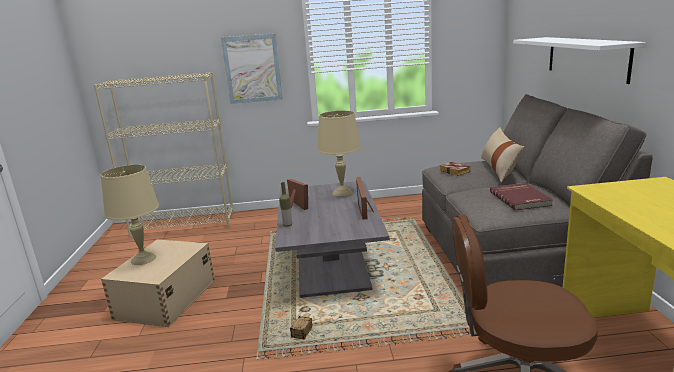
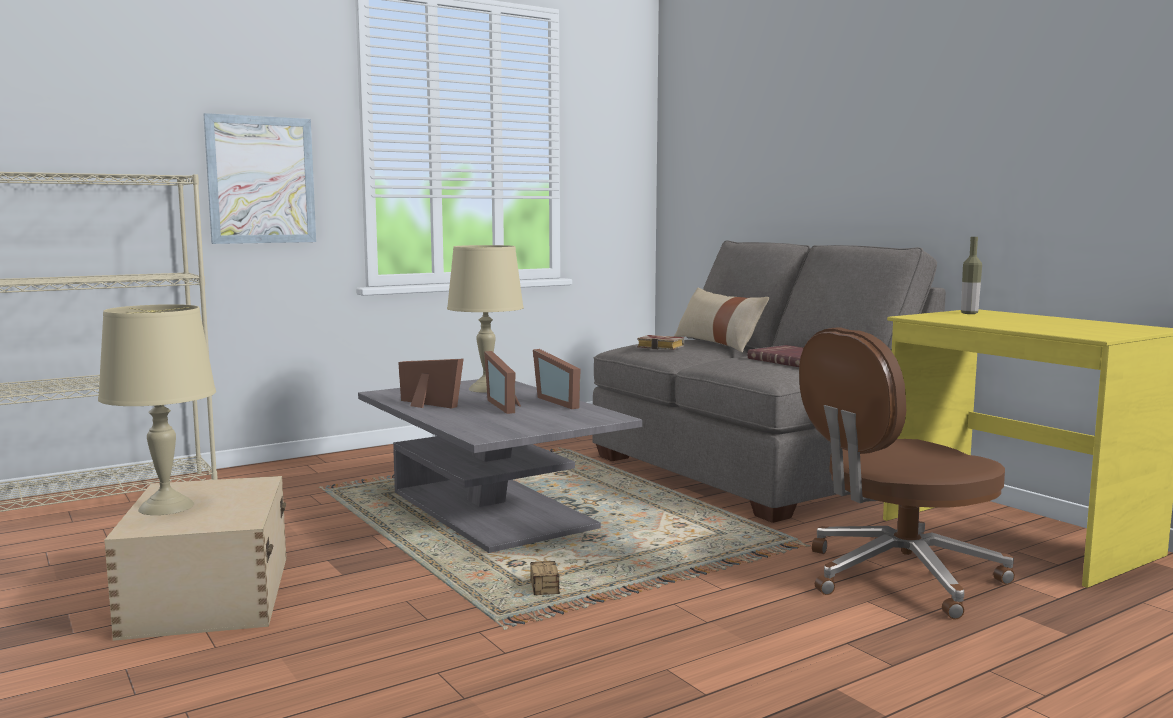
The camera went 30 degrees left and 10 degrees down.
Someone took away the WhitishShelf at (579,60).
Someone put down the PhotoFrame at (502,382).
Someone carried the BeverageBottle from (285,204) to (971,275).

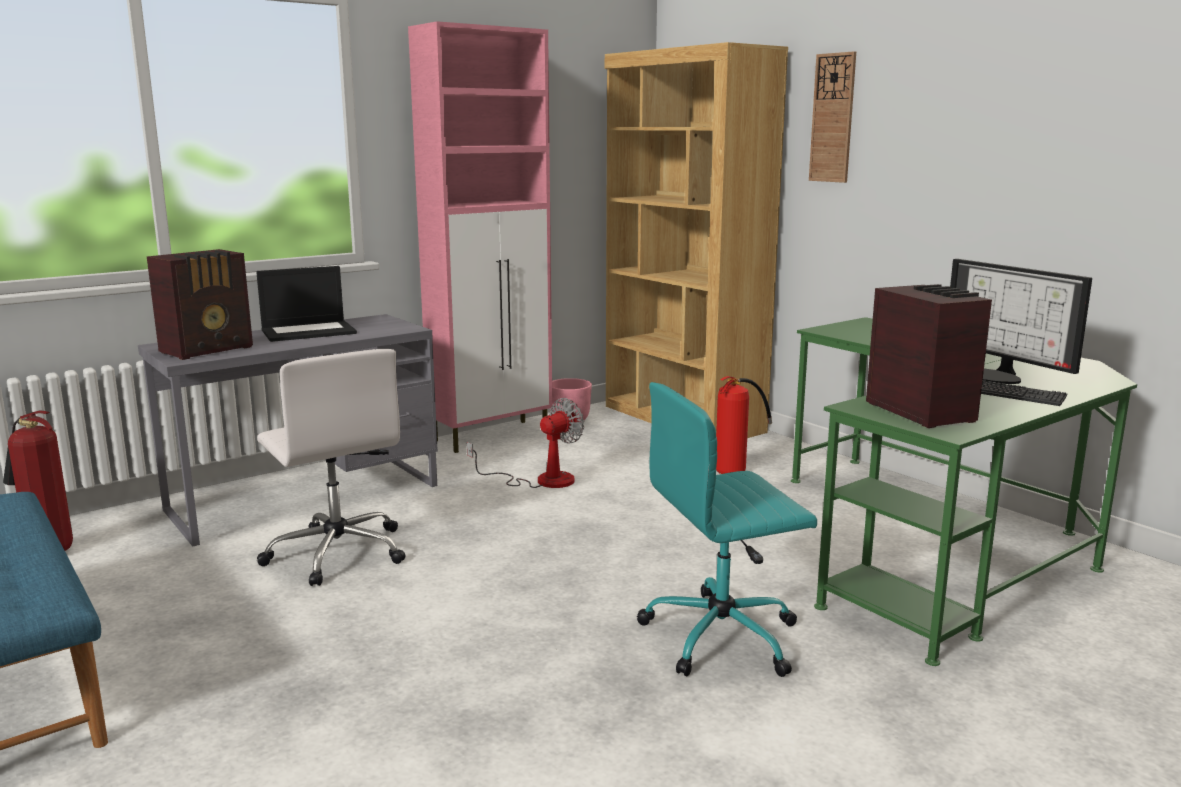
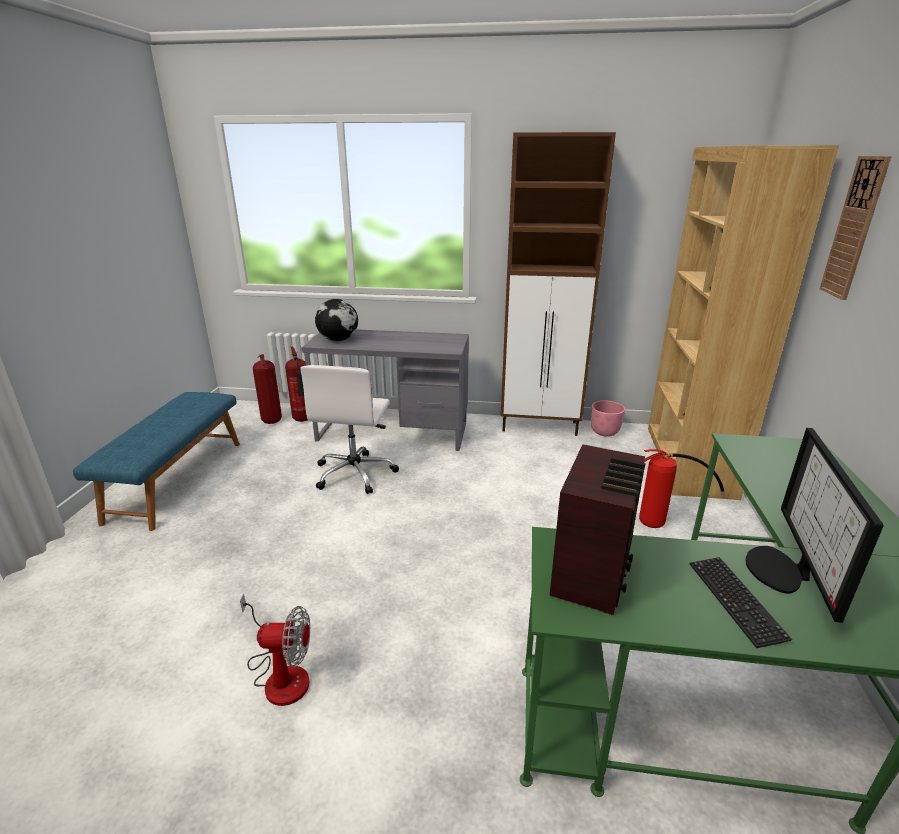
The camera went 45 degrees right and 10 degrees up.
Someone took away the NotebookComputer at (306,304).
Someone took away the BlueGreenDeskChair at (727,529).
Someone put down the FireExtinguisher at (296,384).
Someone carried the ElectricFan from (525,443) to (275,649).
Someone swapped the RadioSet at (200,304) for the Globe at (336,320).
Someone repainted the PinkCabinet at (480,237), which became the BrownishCabinet at (558,284).

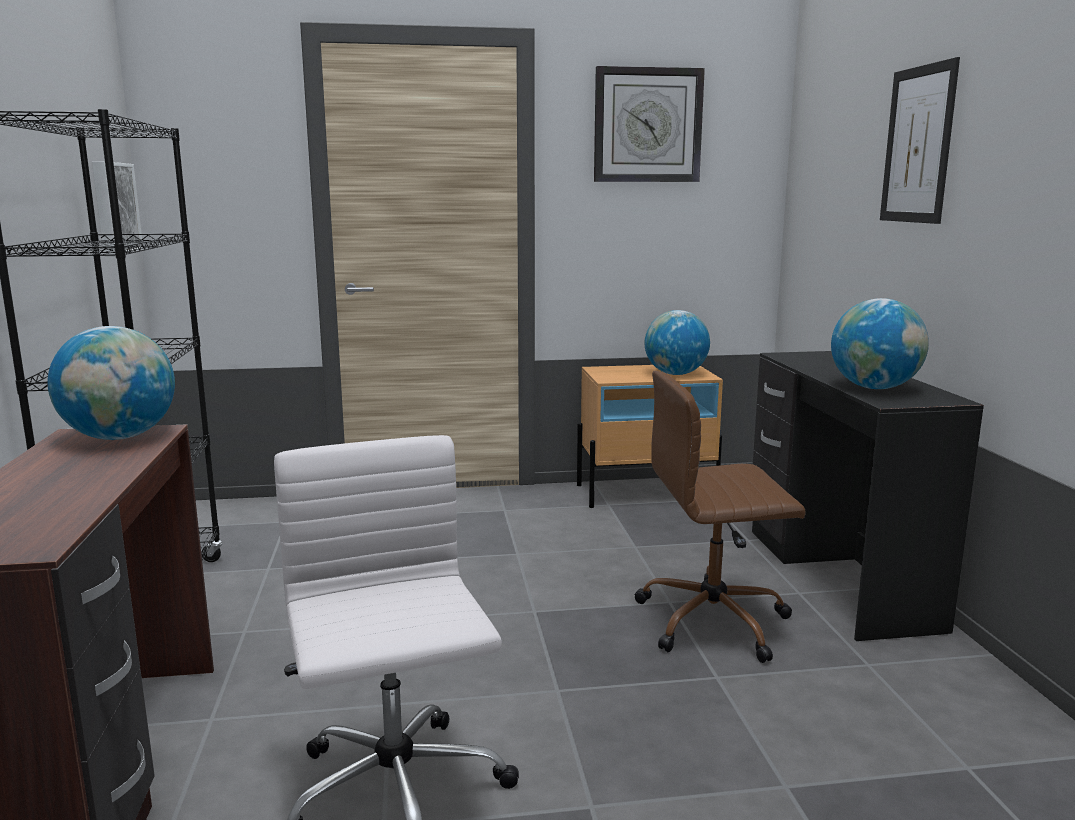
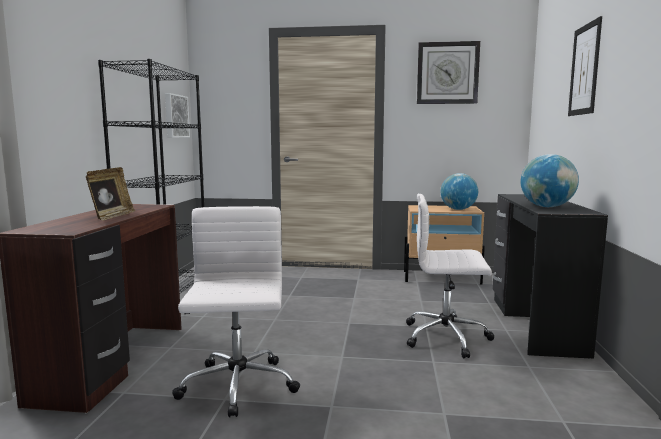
The camera went 15 degrees right and 5 degrees down.
Someone took away the Globe at (111,383).
Someone put down the PhotoFrame at (110,193).
Someone repainted the BrownishDeskChair at (720,517), which became the WhitishDeskChair at (450,276).

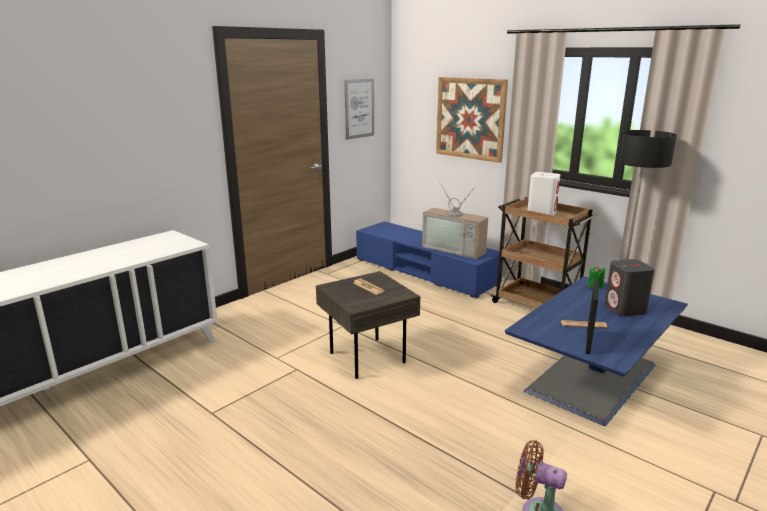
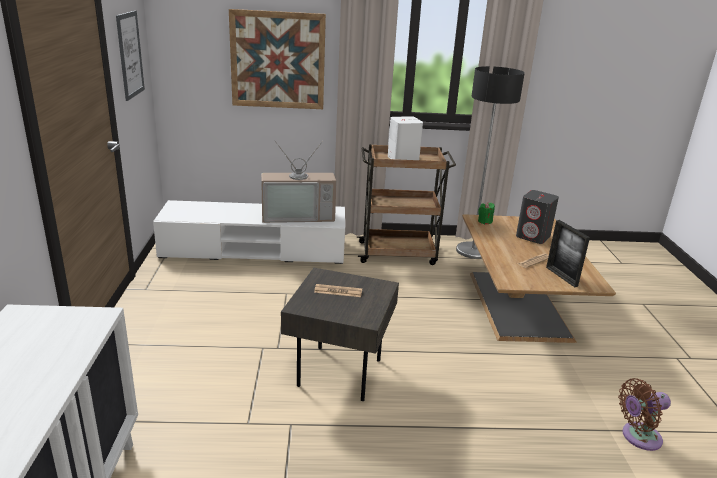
The camera went 45 degrees left and 5 degrees up.
Someone repainted the BluishMediaConsole at (429,260), which became the WhitishMediaConsole at (249,232).
Someone repainted the BluishCoffeeTable at (596,351), which became the BrownishCoffeeTable at (539,278).

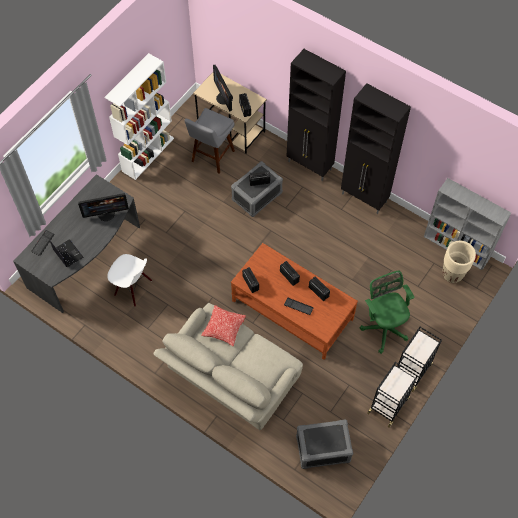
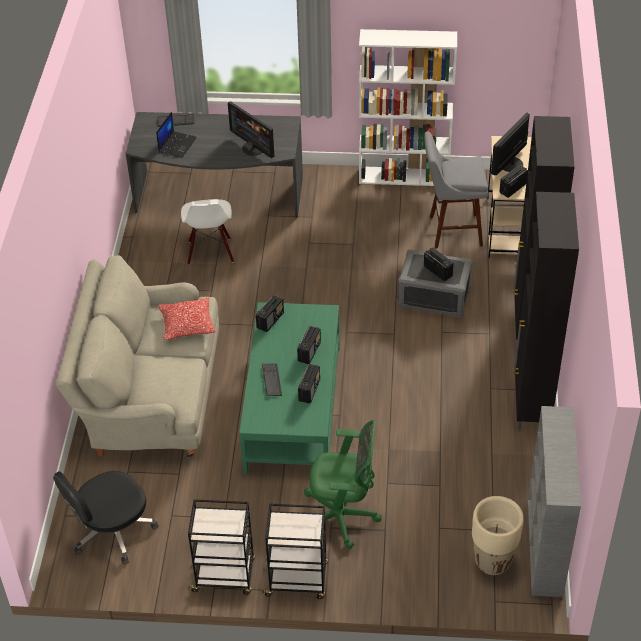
The camera went 60 degrees right and 15 degrees down.
Someone swapped the GreyStorageBin at (324,444) for the BlackishDeskChair at (105,517).
Someone repainted the BrownishCoffeeTable at (294,301), which became the GreenColouredCoffeeTable at (289,388).
Someone rotated the GreenColouredDeskChair at (387,312) by 60 degrees clockwise.

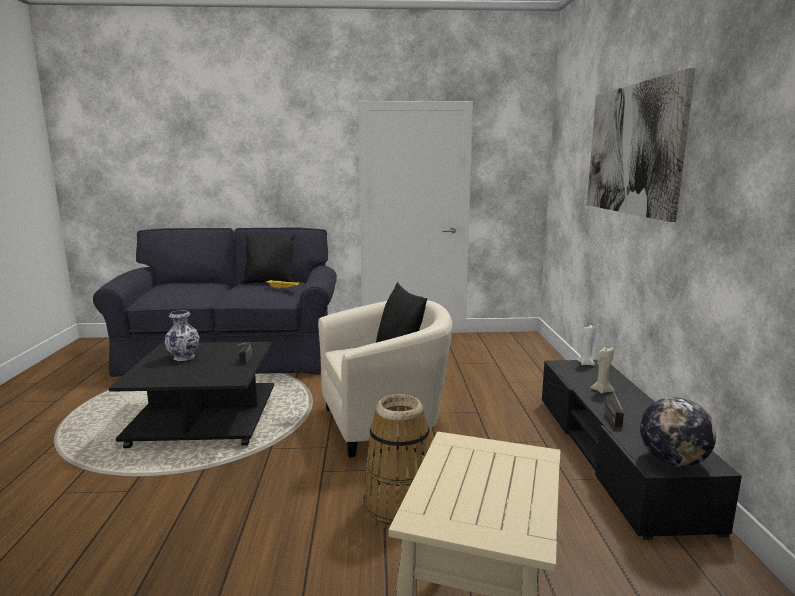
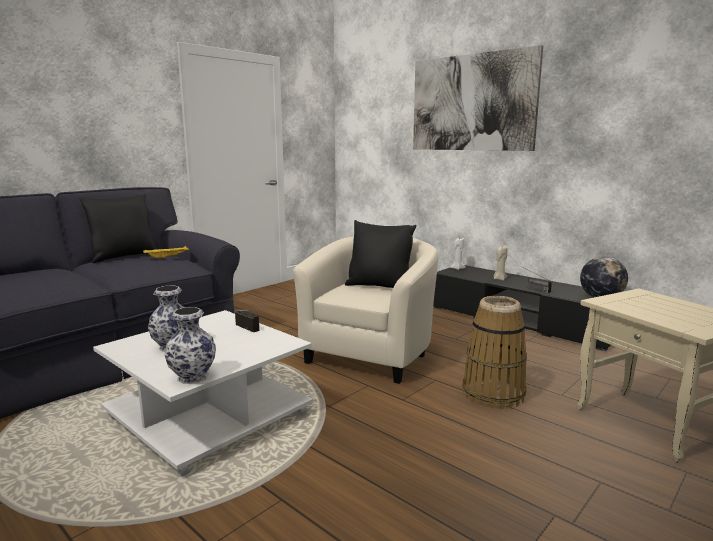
The camera went 45 degrees left and 0 degrees up.
Someone put down the Vase at (190,345).
Someone repainted the BlackishCoffeeTable at (191,395), which became the WhitishCoffeeTable at (203,393).

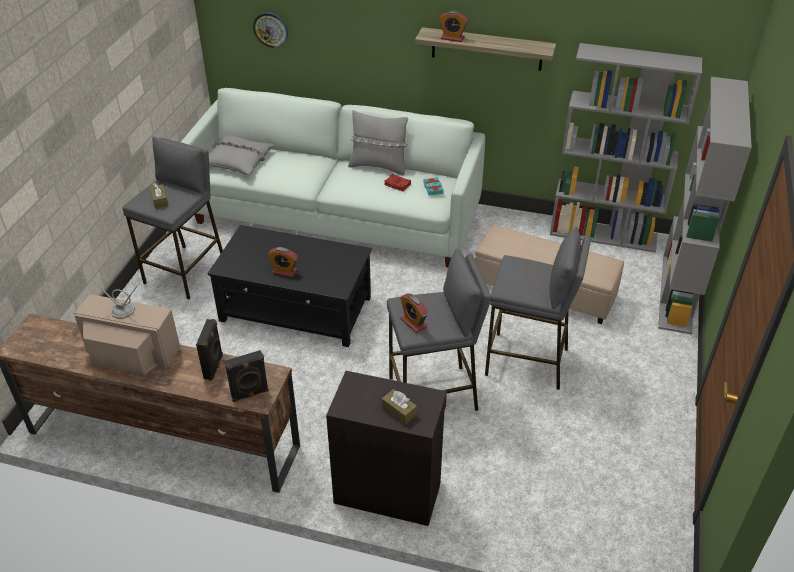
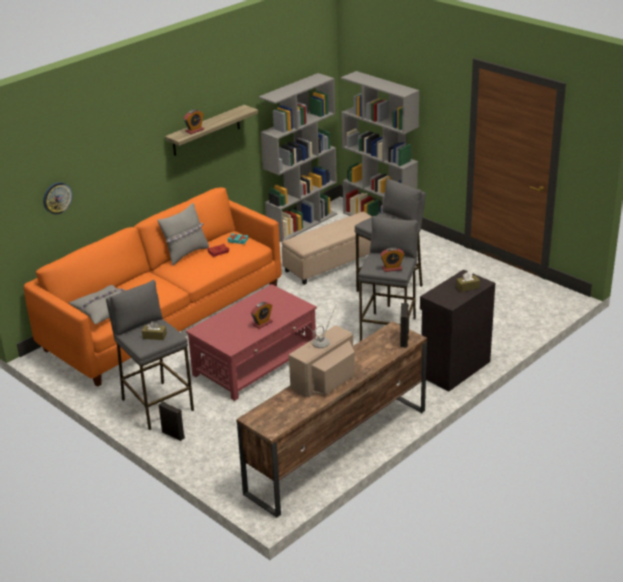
The camera went 60 degrees left and 10 degrees down.
Someone carried the BlackishLoudspeaker from (209,350) to (172,421).
Someone repainted the WhitishCouch at (333,177), which became the OrangeColouredCouch at (152,287).
Someone repainted the BlackishCoffeeTable at (289,286), which became the ReddishCoffeeTable at (251,342).

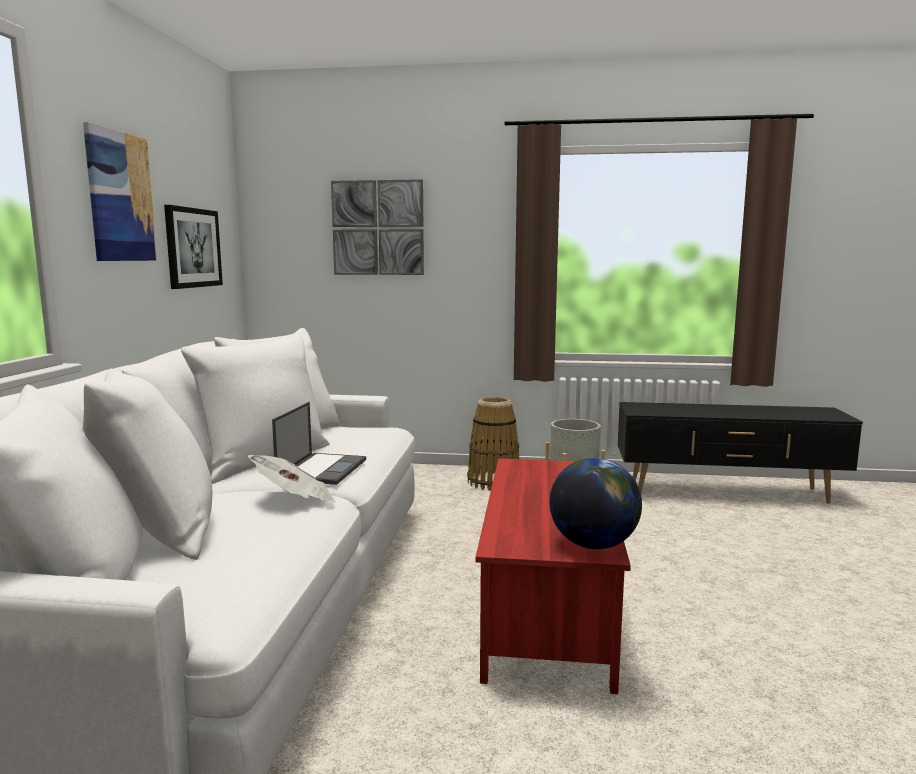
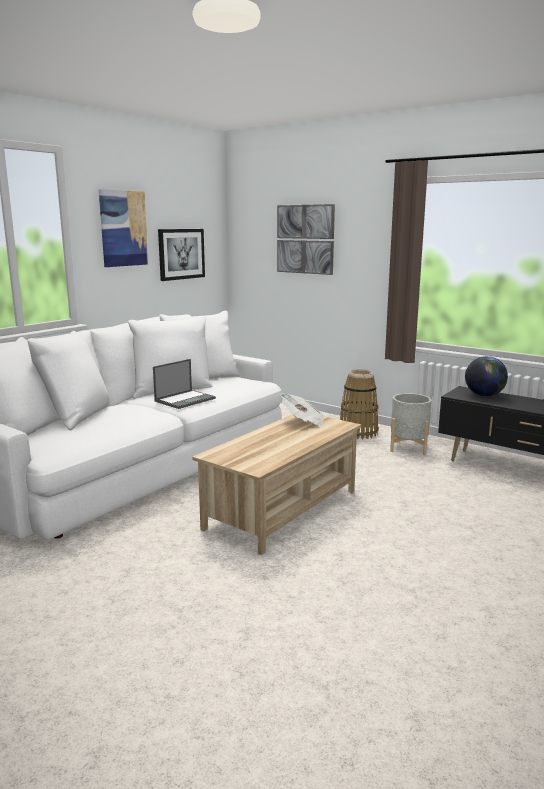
The camera went 30 degrees right and 5 degrees up.
Someone carried the Newspaper from (292,478) to (302,410).
Someone carried the Globe from (596,503) to (486,376).
Someone repainted the ReddishCoffeeTable at (553,576), which became the SandColouredCoffeeTable at (276,484).

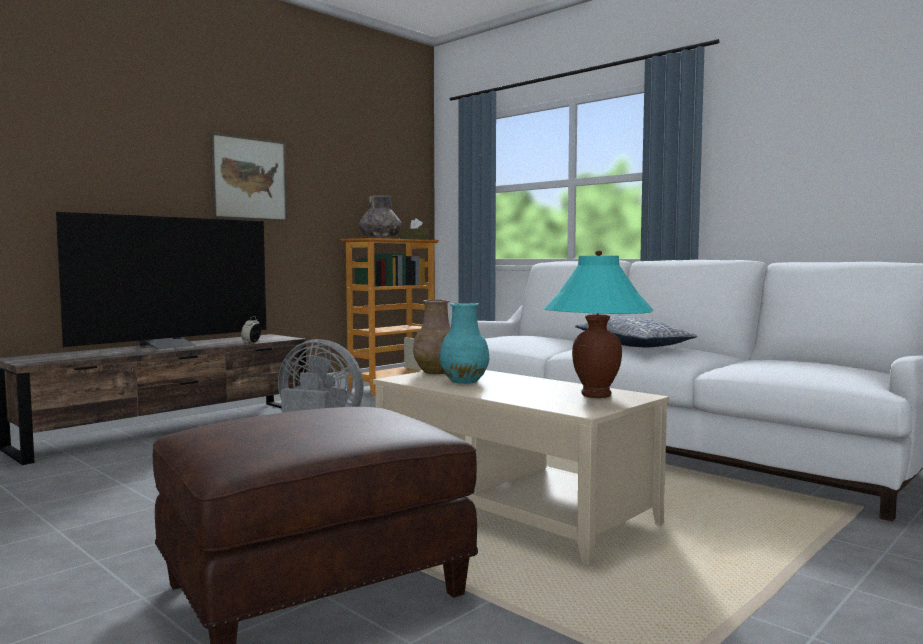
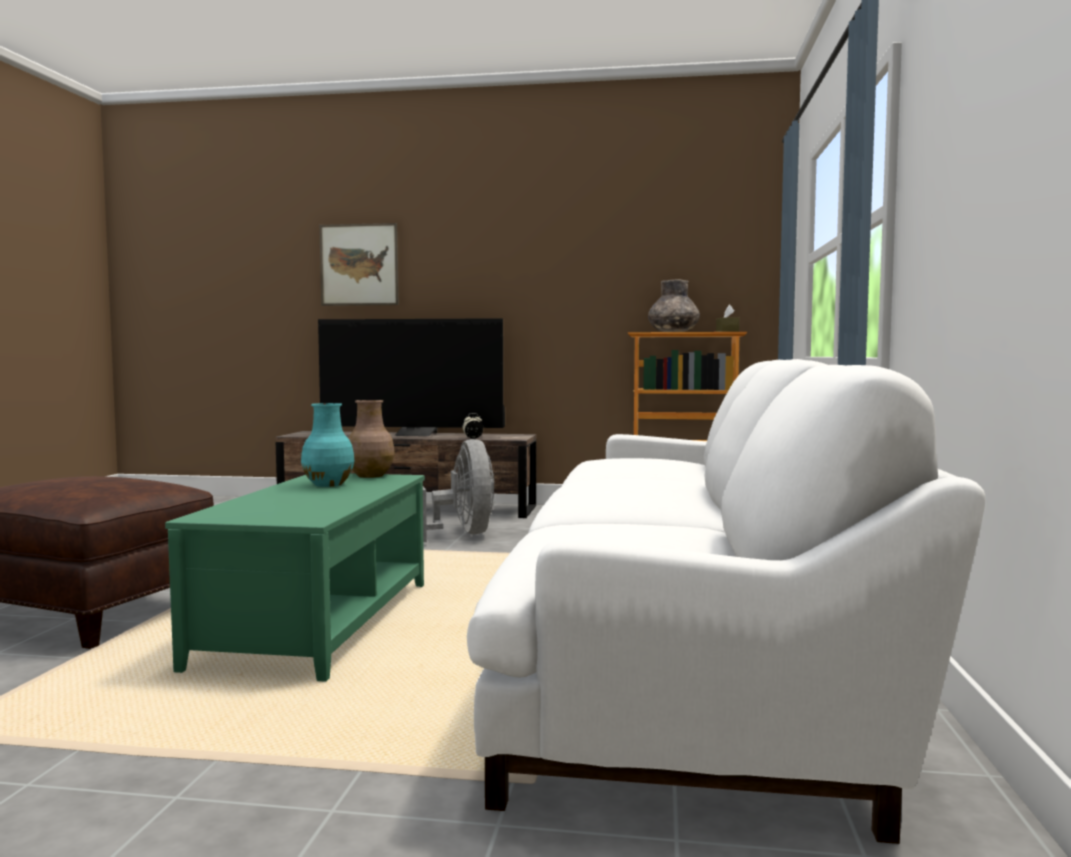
The camera went 55 degrees right and 0 degrees up.
Someone took away the BlueGreenLampForATable at (598,324).
Someone took away the ThrowPillow at (636,331).
Someone carried the Picture from (249,177) to (359,264).
Someone repainted the SandColouredCoffeeTable at (521,467), which became the GreenColouredCoffeeTable at (295,578).

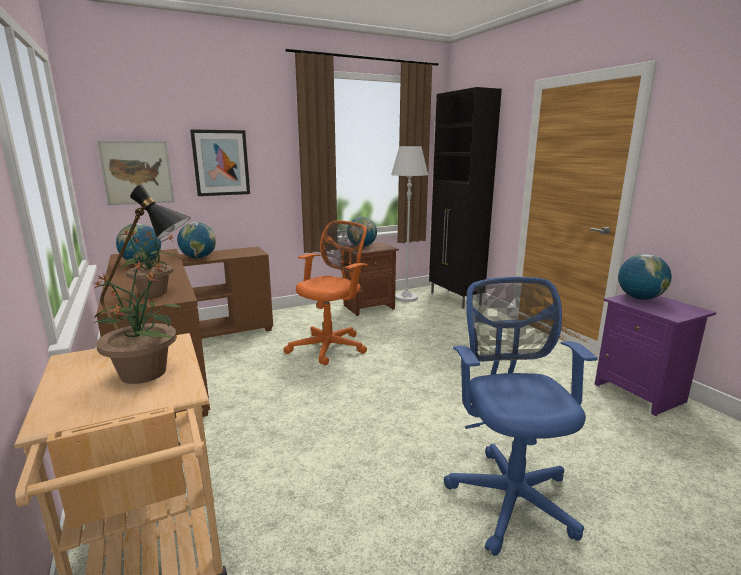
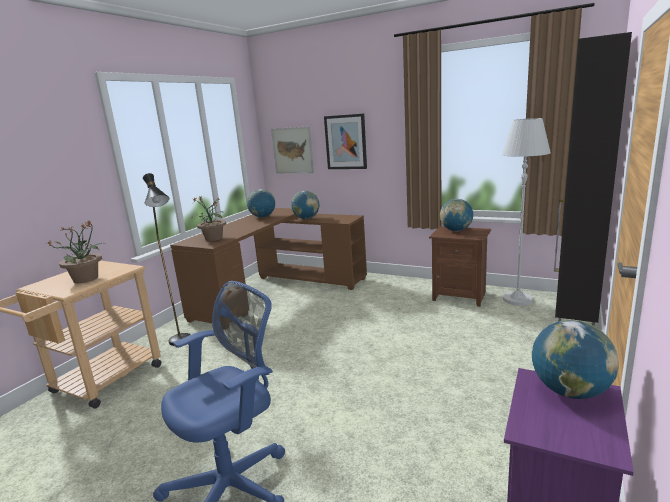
The camera went 55 degrees right and 0 degrees up.
Someone took away the OrangeColouredDeskChair at (325,293).

